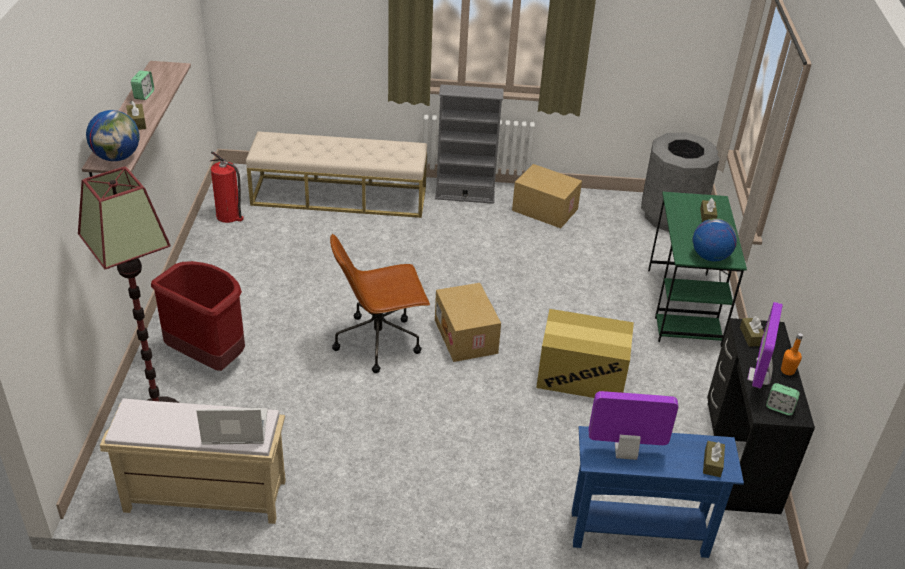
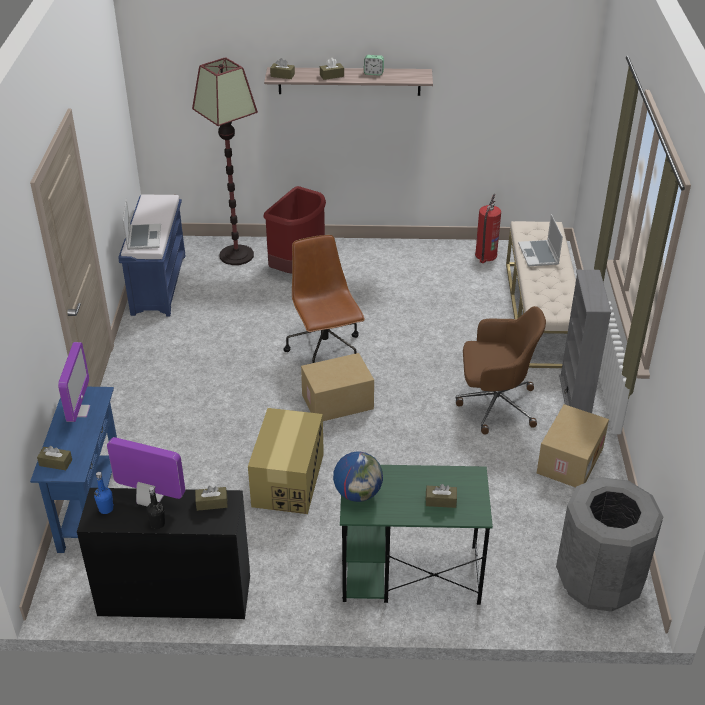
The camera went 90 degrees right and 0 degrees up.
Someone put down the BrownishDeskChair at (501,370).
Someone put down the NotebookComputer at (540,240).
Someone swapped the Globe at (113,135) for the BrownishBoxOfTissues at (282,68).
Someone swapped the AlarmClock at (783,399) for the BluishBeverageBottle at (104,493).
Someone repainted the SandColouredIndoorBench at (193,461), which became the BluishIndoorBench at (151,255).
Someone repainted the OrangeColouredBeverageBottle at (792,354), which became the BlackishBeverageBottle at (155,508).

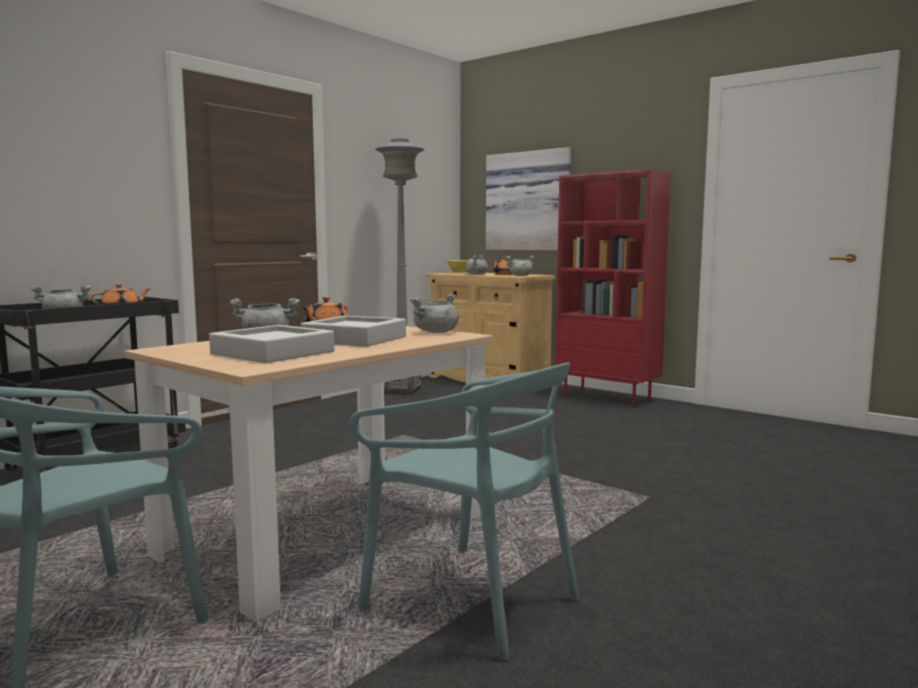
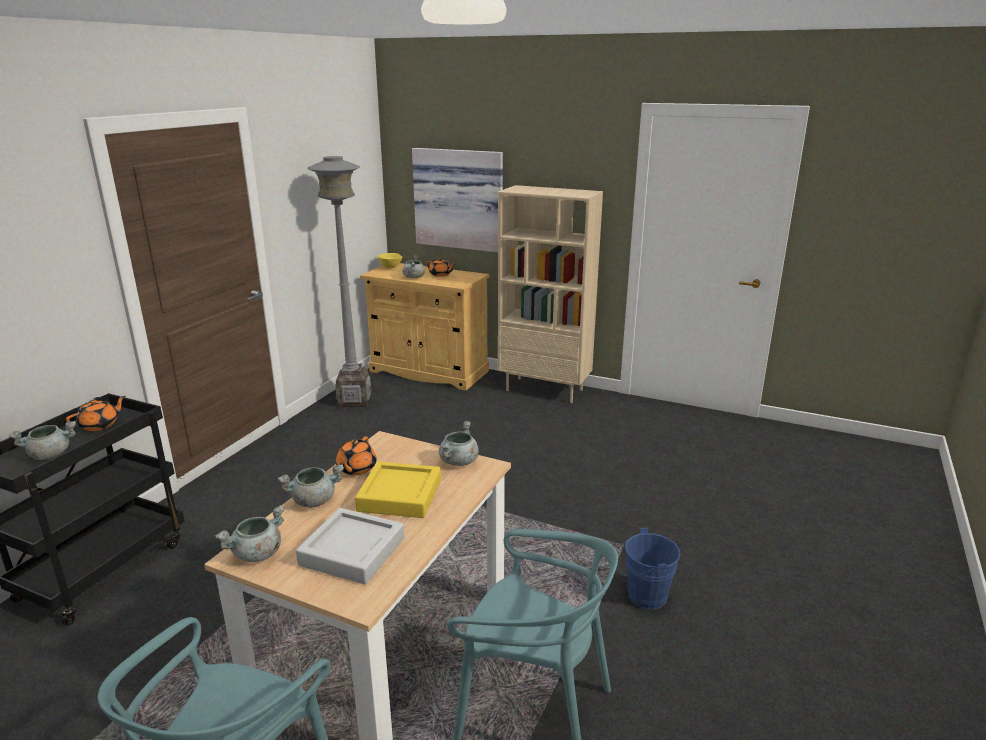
The camera went 15 degrees left and 15 degrees up.
Someone put down the BluishWaterBucket at (648,568).
Someone carried the GreyCookingPot from (520,265) to (250,533).
Someone repainted the GreyCarryingTray at (353,331), which became the YellowishCarryingTray at (398,489).
Someone repainted the ReddishShelvingUnit at (613,287), which became the SandColouredShelvingUnit at (550,294).

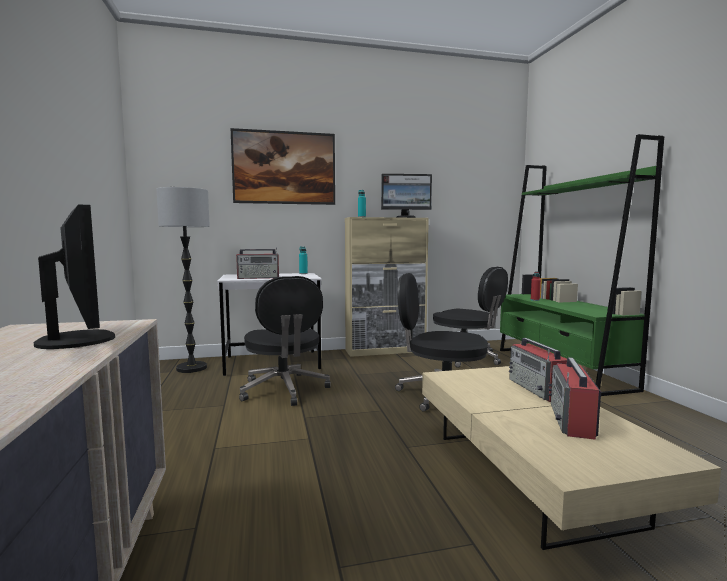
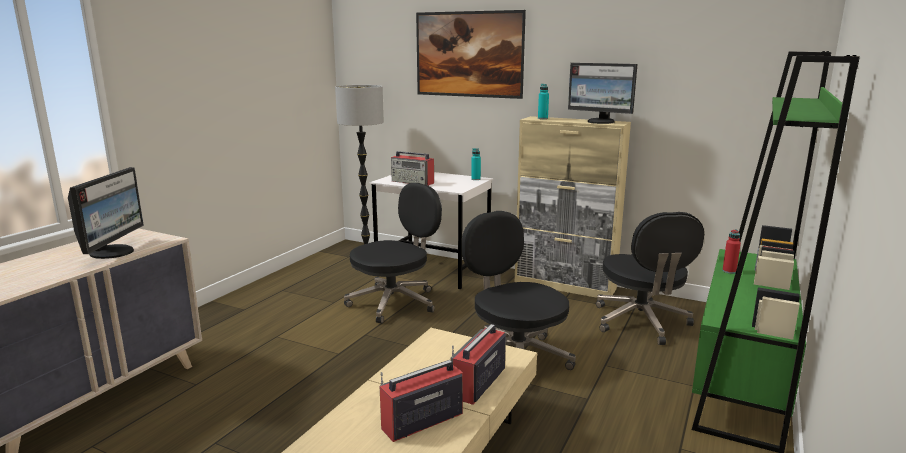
The camera went 40 degrees right and 10 degrees up.
Someone rotated the BlackishDeskChair at (285,341) by 150 degrees counterclockwise.

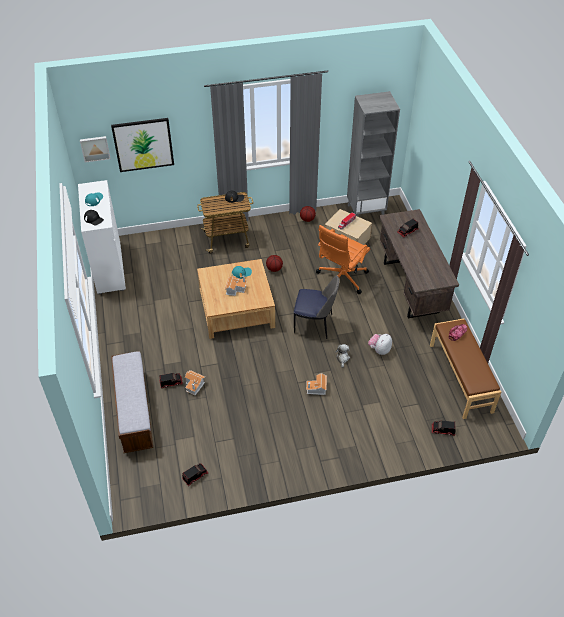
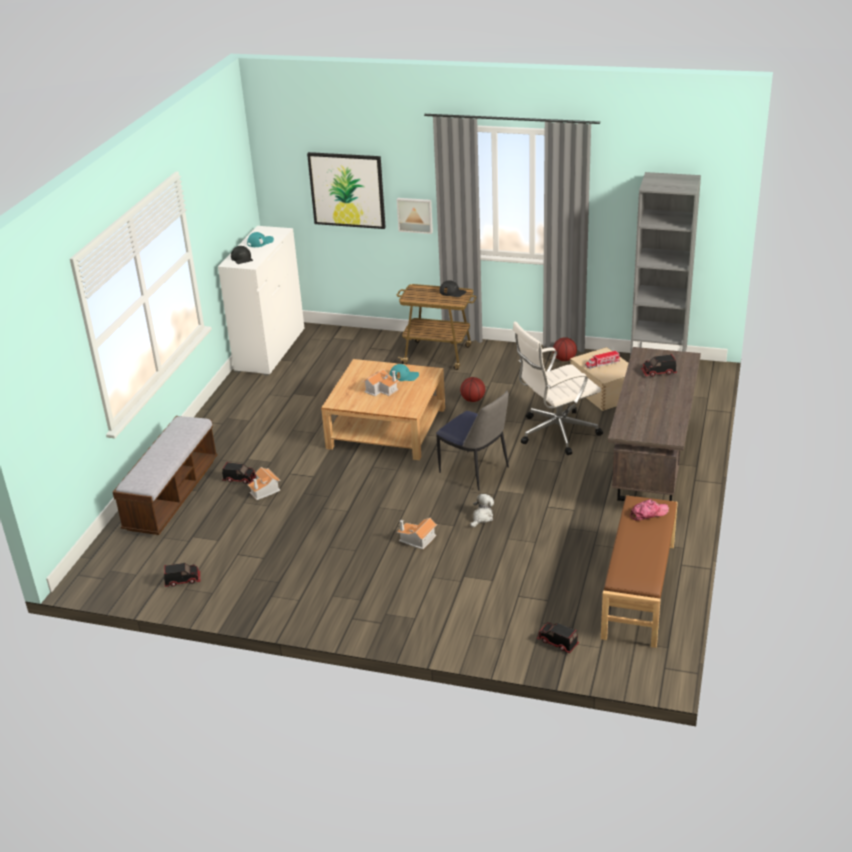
The camera went 30 degrees right and 15 degrees down.
Someone took away the CuddlyToy at (380,344).
Someone carried the Picture from (95,149) to (415,216).
Someone repainted the OrangeColouredDeskChair at (343,259), which became the WhitishDeskChair at (558,388).

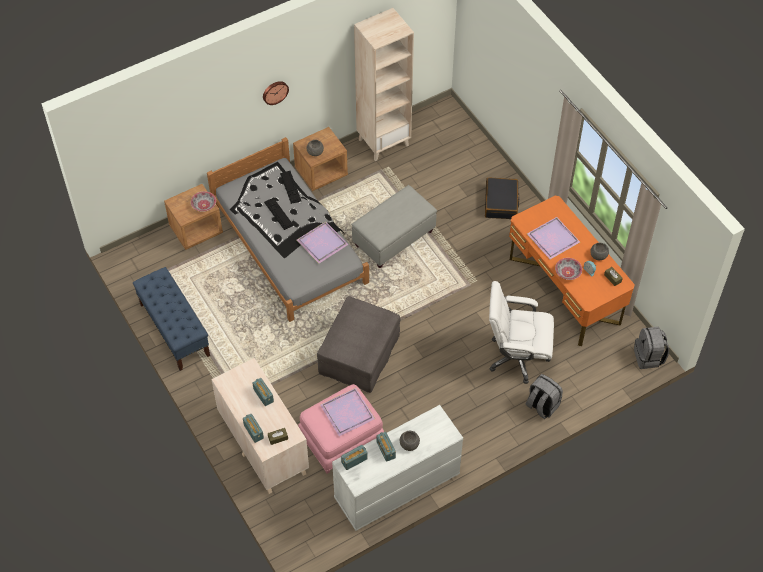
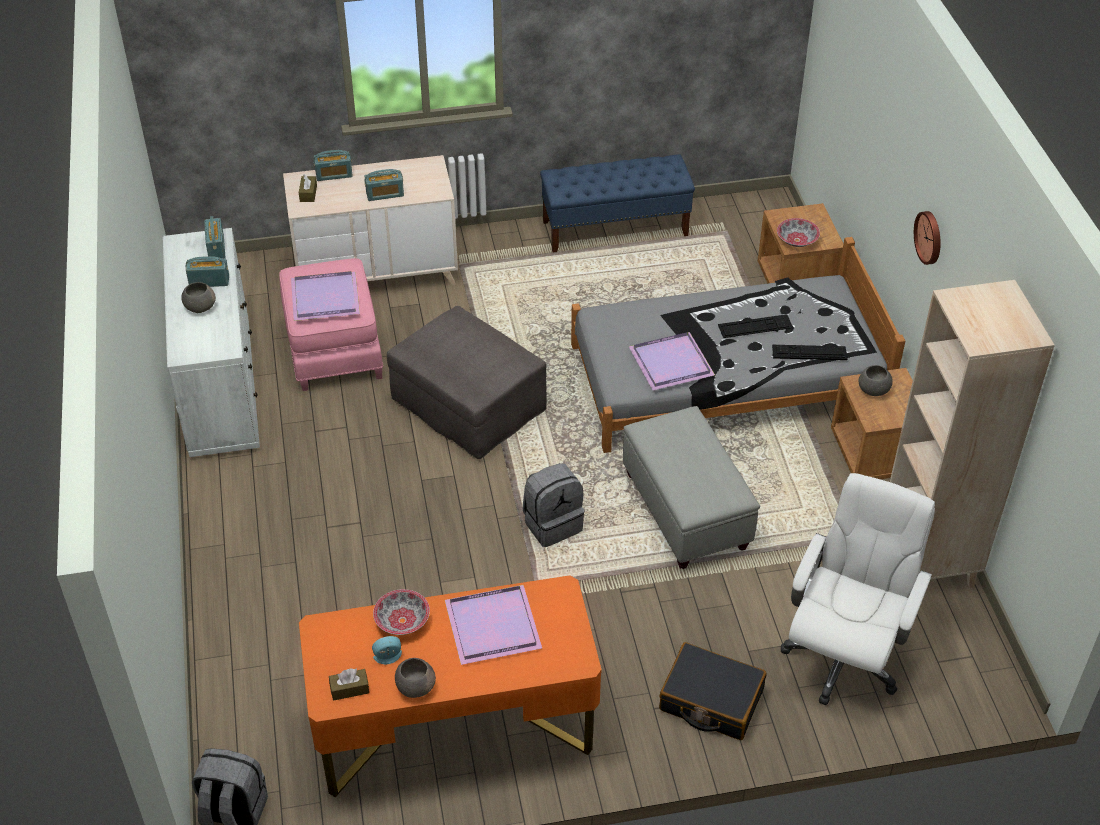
The camera went 110 degrees right and 10 degrees down.
Someone carried the WhitishDeskChair from (521,332) to (858,589).
Someone carried the GreyKnapsack from (544,396) to (553,505).

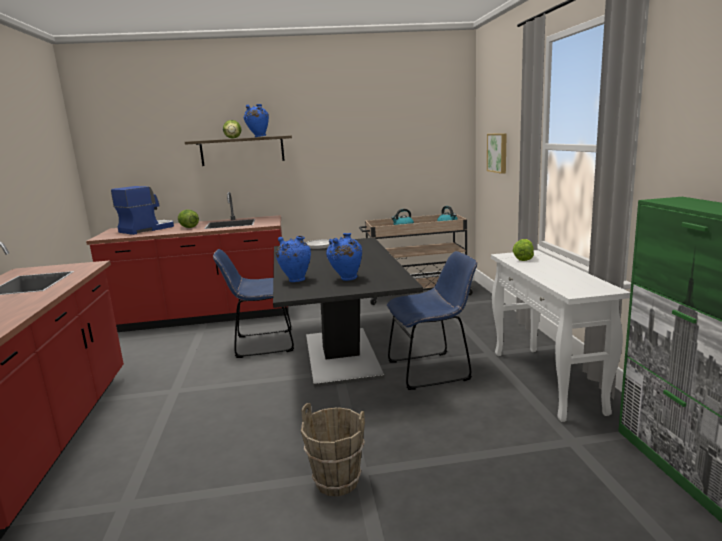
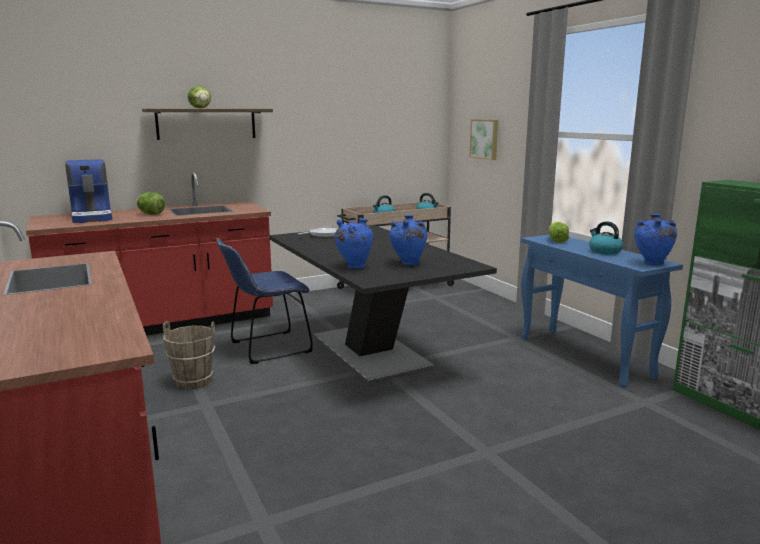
The camera went 20 degrees left and 0 degrees up.
Someone took away the BluishPlainChair at (432,320).
Someone put down the WaterKettle at (606,237).
Someone carried the BluishVase from (256,120) to (655,239).
Someone carried the BrownishWaterBucket from (333,449) to (189,355).
Someone repainted the WhitishHallTable at (560,336), which became the BluishHallTable at (602,311).
Someone rotated the CoffeeMachine at (142,210) by 135 degrees clockwise.

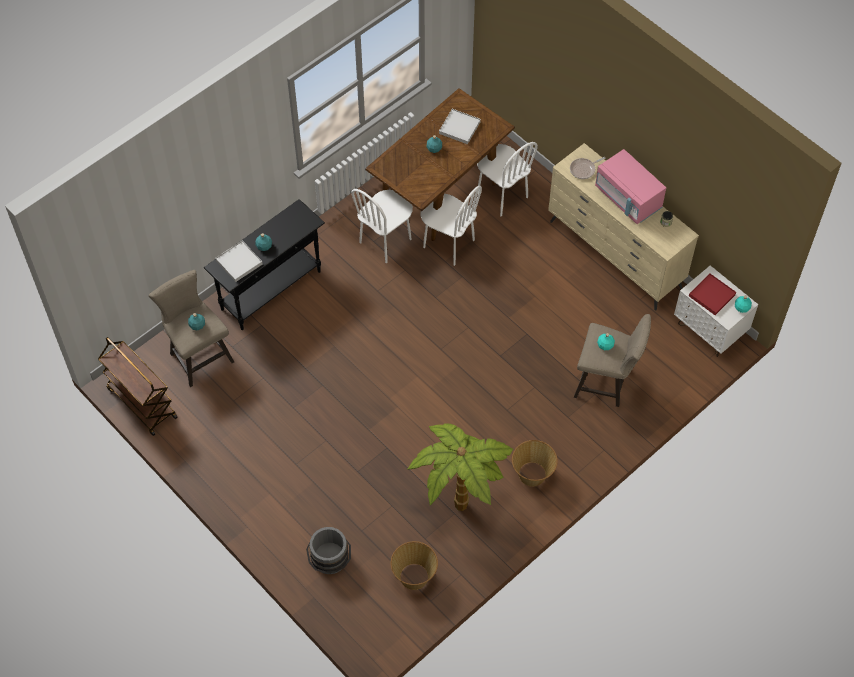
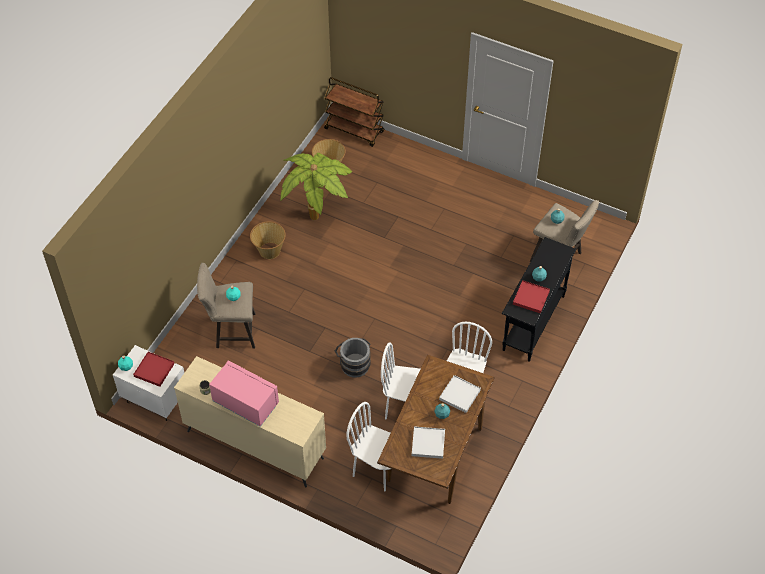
The camera went 160 degrees right and 5 degrees down.
Someone took away the FryingPan at (587,168).
Someone put down the ReddishCarryingTray at (531,297).
Someone carried the BrownishTrolley from (138,386) to (354,112).
Someone carried the WhitishCarryingTray from (239,261) to (460,394).
Someone carried the GreyWaterBucket from (328,550) to (353,358).

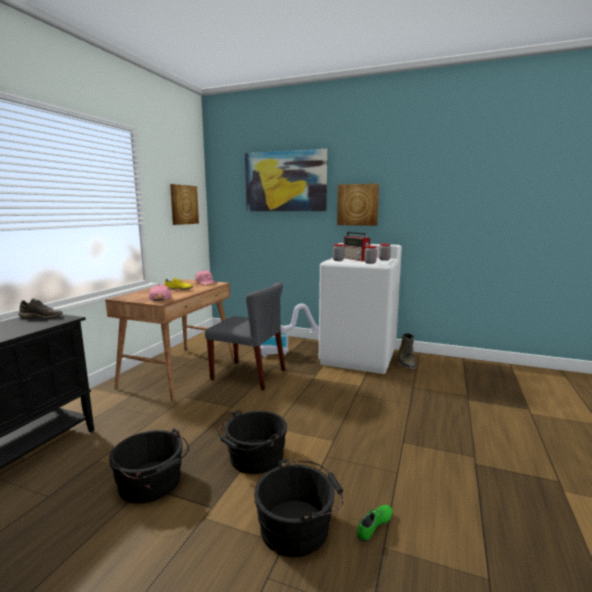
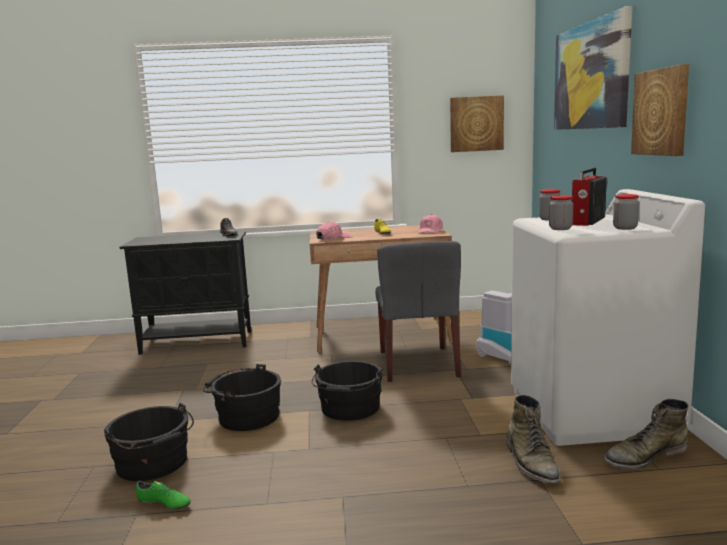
The camera went 65 degrees right and 0 degrees up.
Someone put down the GreenColouredHighTopBoot at (533,439).
Someone carried the BlackishWaterBucket from (149,466) to (347,391).

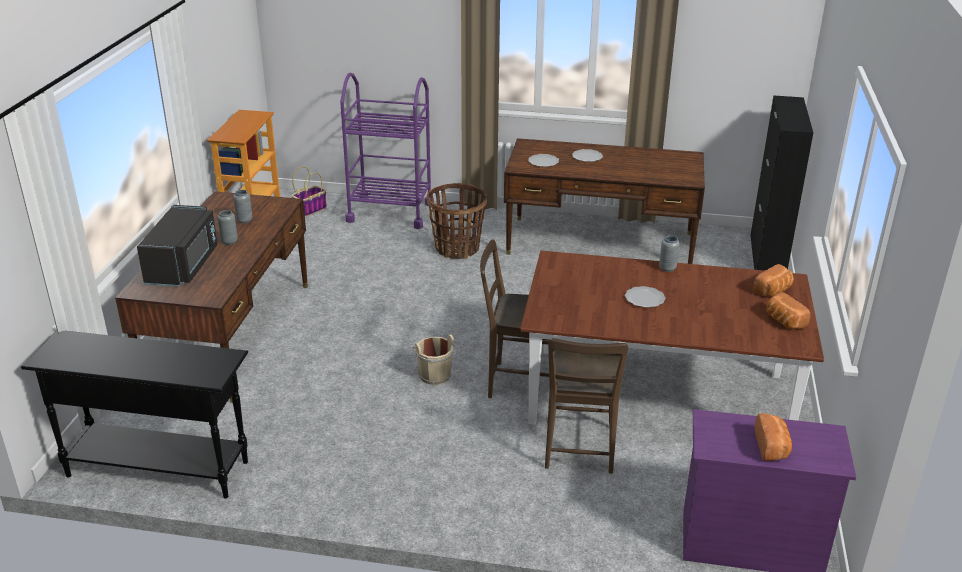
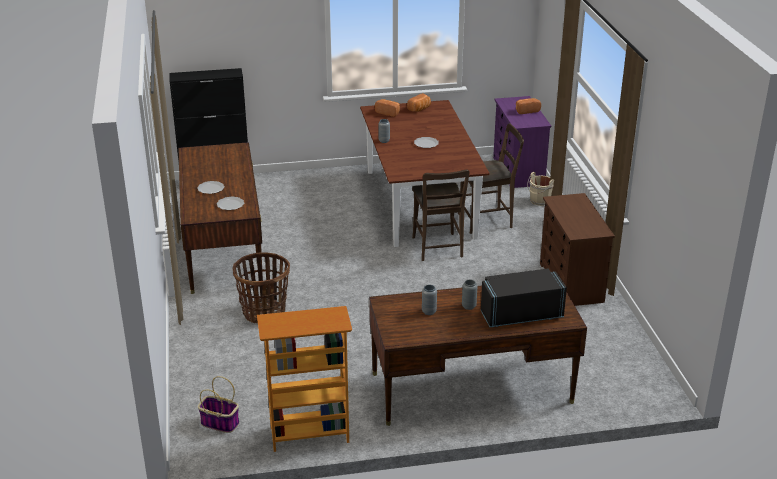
The camera went 110 degrees left and 0 degrees up.
Someone took away the BlackishHallTable at (134,415).
Someone took away the PurpleColouredTrolley at (387,151).
Someone put down the BrownishDrawerChest at (577,249).
Someone carried the SandColouredWaterBucket from (433,359) to (540,189).

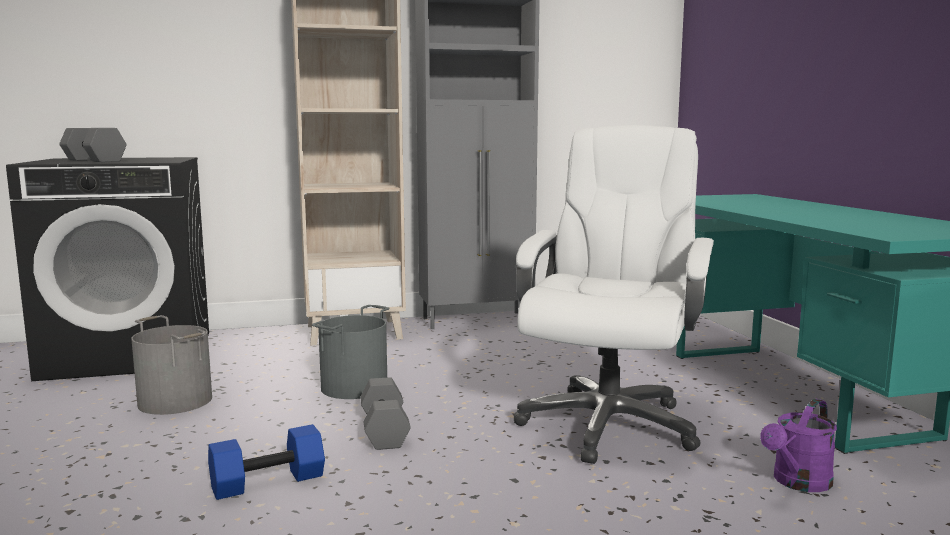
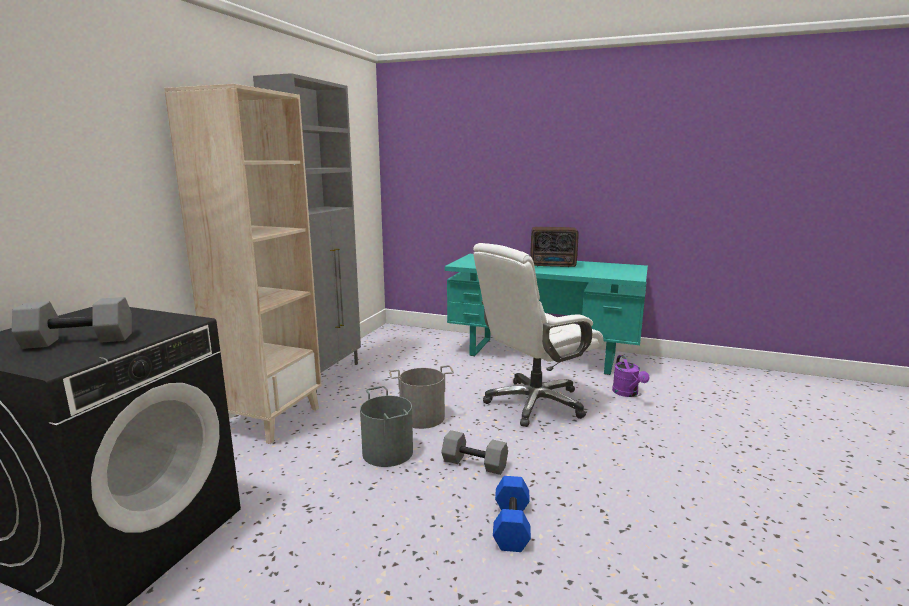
The camera went 55 degrees left and 5 degrees up.
Someone put down the RadioSet at (554,247).
Someone carried the GreyWaterBucket from (171,365) to (421,397).
Someone rotated the WhitishDeskChair at (614,294) by 90 degrees counterclockwise.

